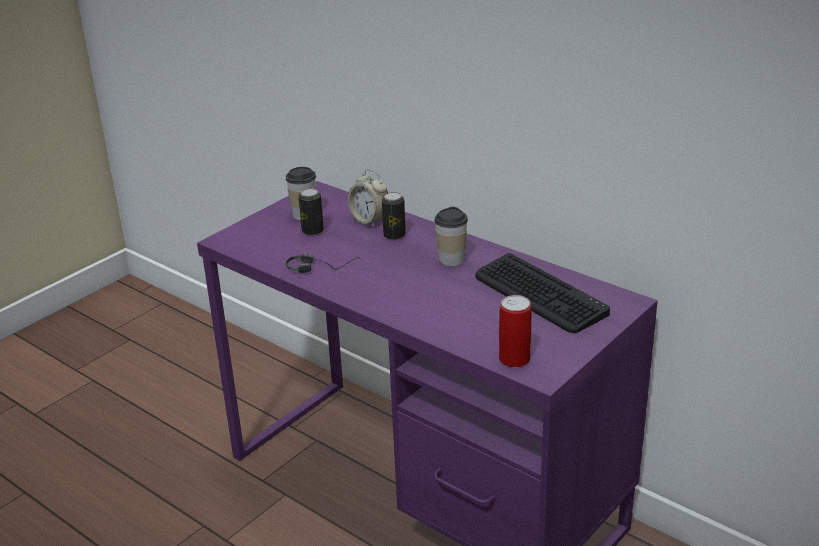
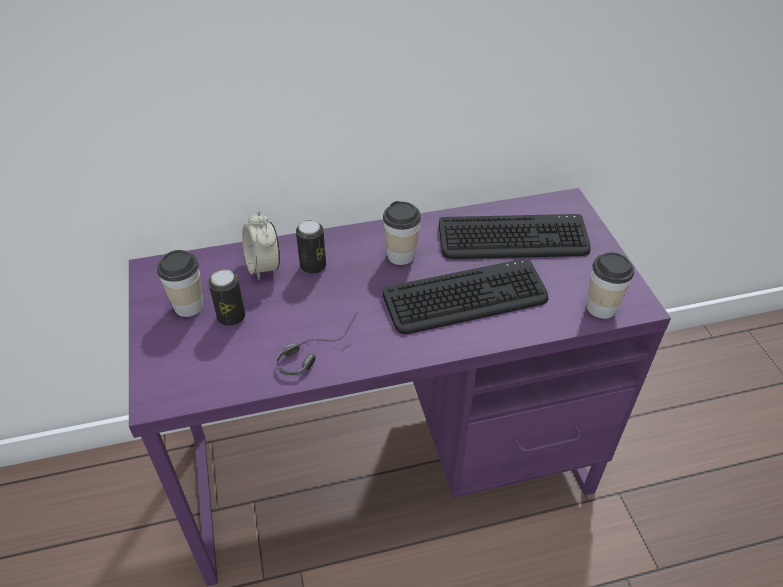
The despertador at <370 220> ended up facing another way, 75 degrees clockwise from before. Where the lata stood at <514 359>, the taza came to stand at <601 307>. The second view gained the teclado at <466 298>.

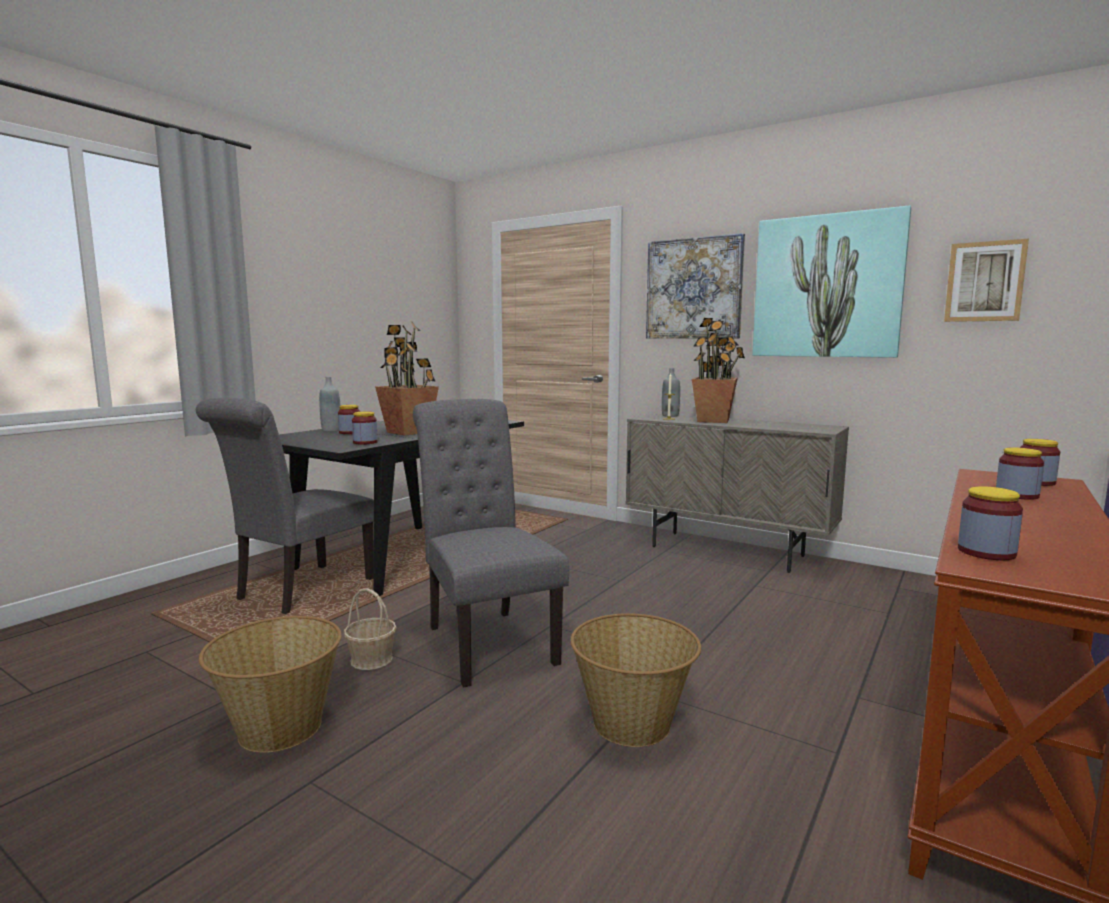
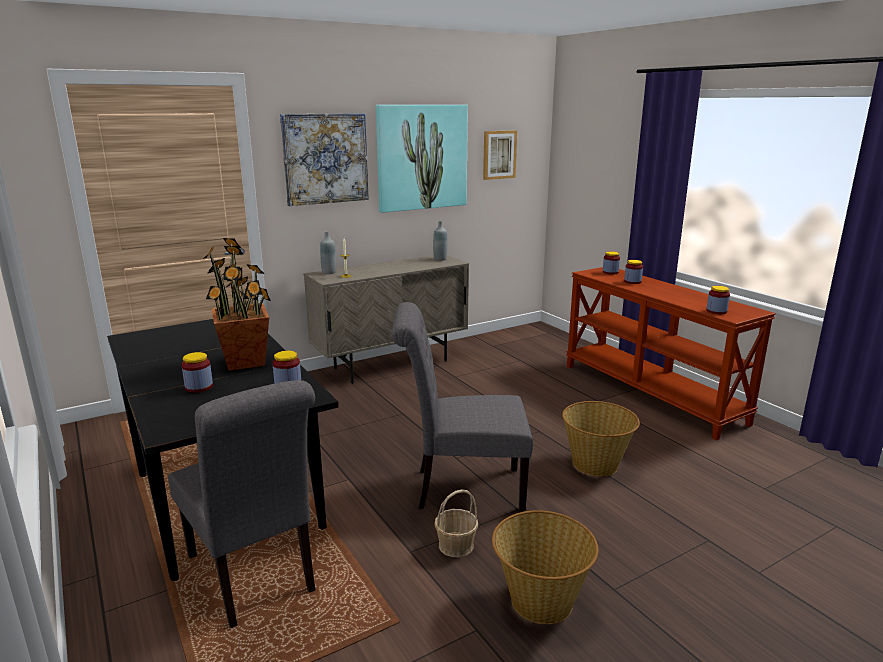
The second view lost the planta en maceta at <714 420>. The botella (gris) ended up elsewhere, having gone from <331 430> to <440 259>.

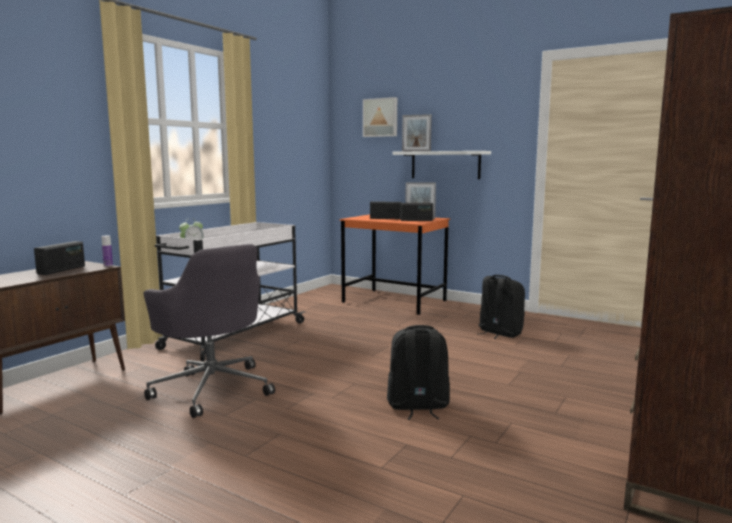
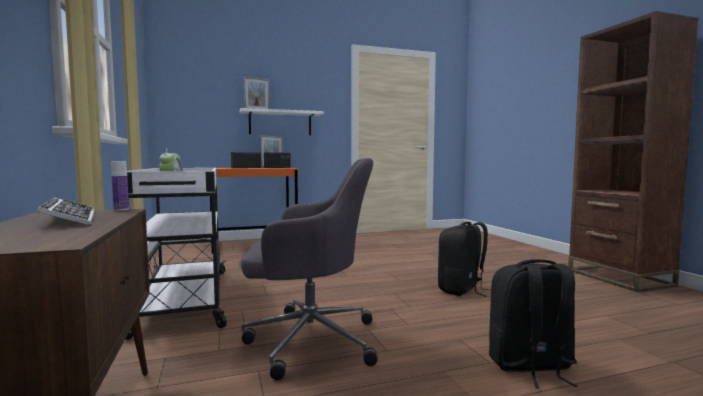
The second view lost the cuadro at <380 117>. Where the radio stood at <62 270>, the teclado came to stand at <69 219>. The mochila (negro) ended up elsewhere, having gone from <499 333> to <530 366>.

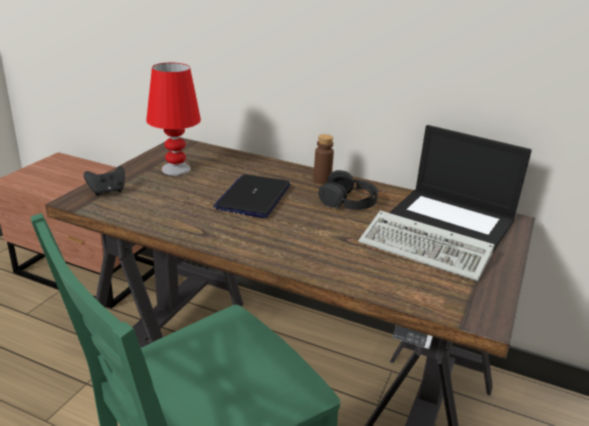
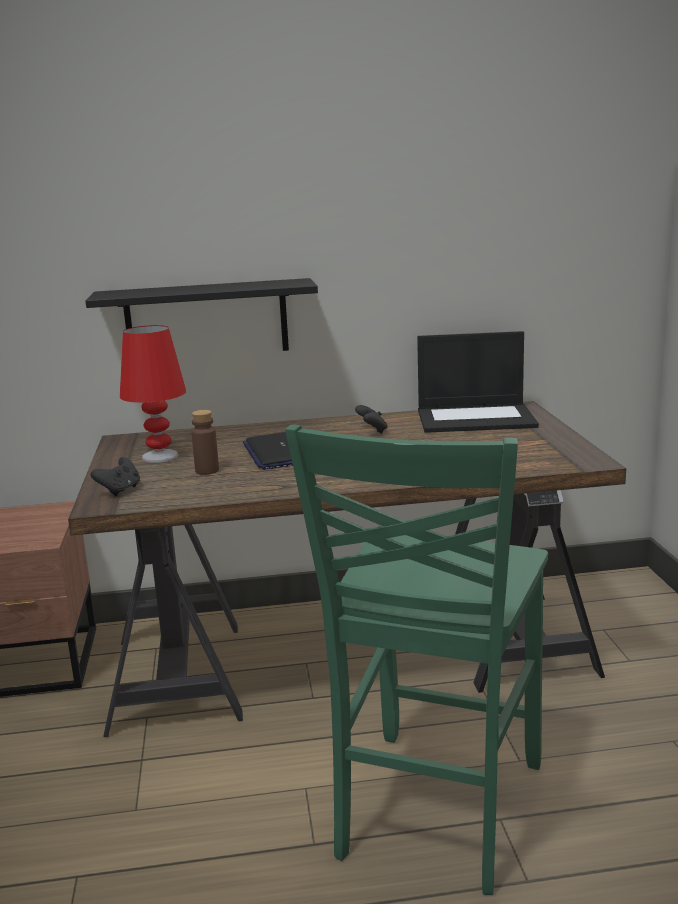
The botella (marrón) ended up elsewhere, having gone from <322 180> to <207 471>. Where the auriculares (negro) stood at <348 200>, the mando de consola (negro) came to stand at <372 431>. The second view lost the teclado at <427 250>. The second view gained the estante (negro) at <206 320>.

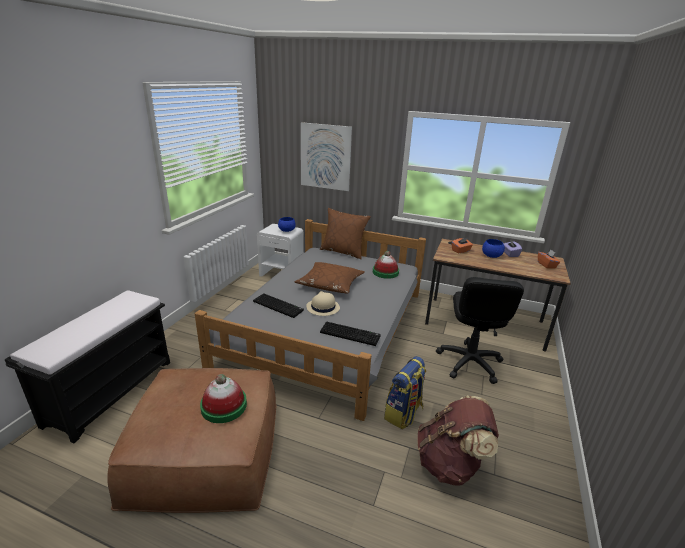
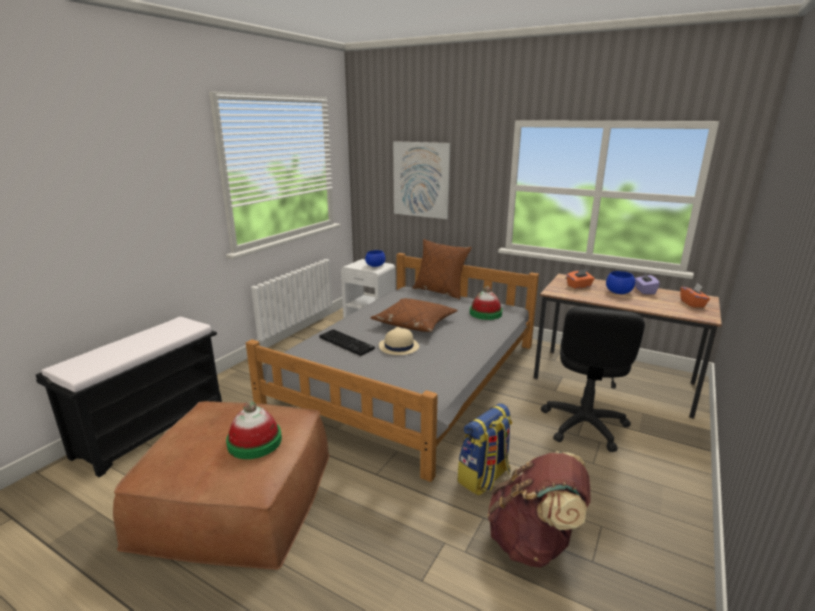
The second view lost the teclado at <351 334>.

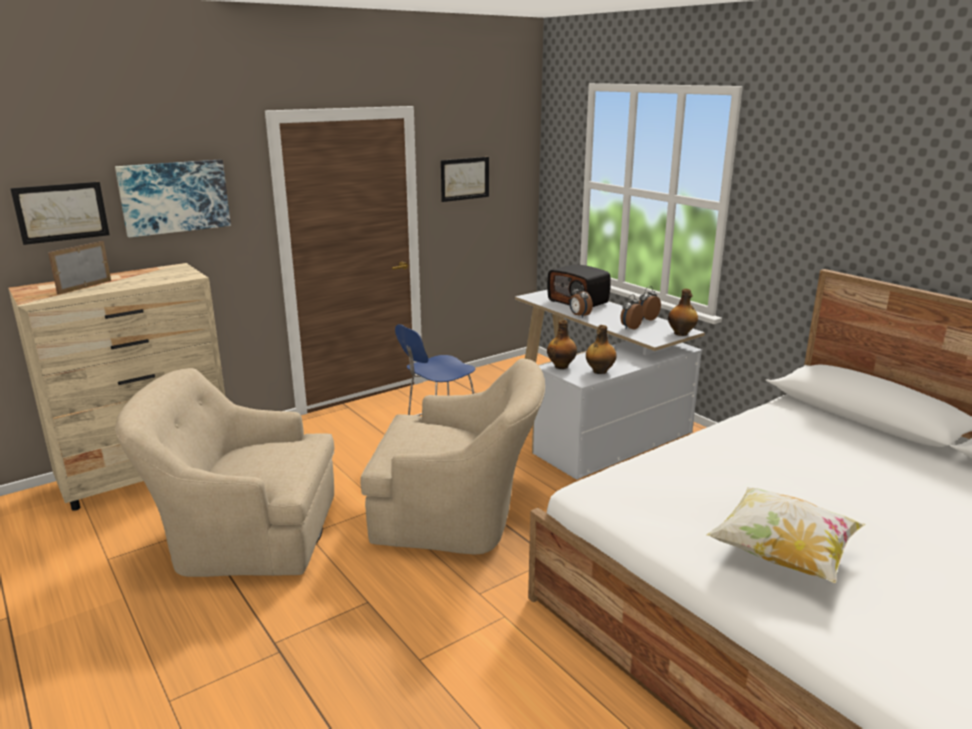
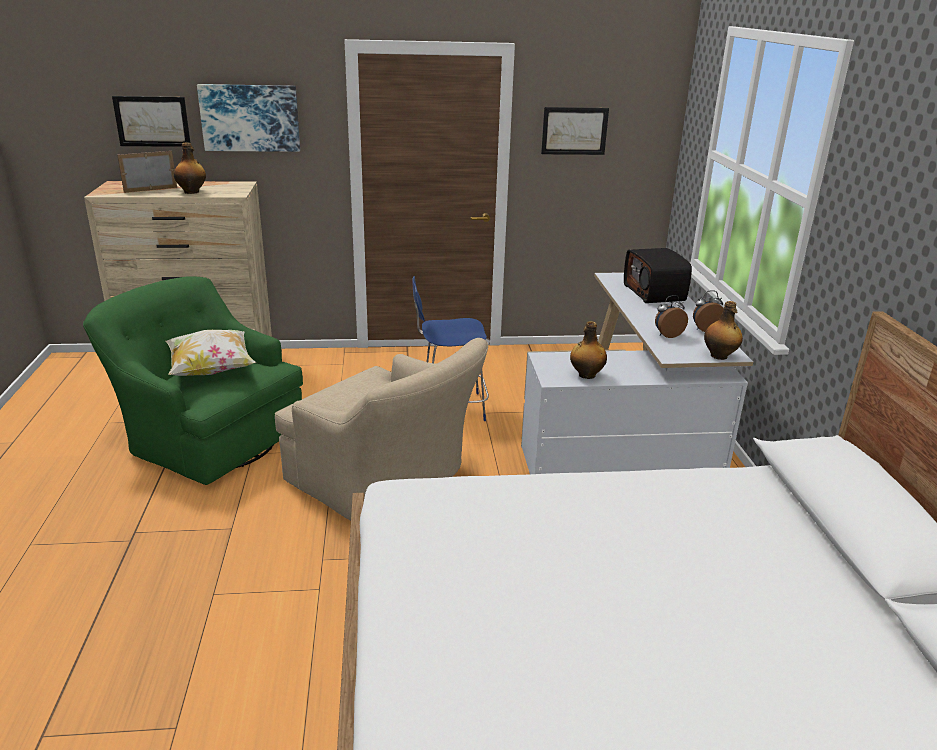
The second view lost the despertador at <579 316>. The botella ended up elsewhere, having gone from <561 366> to <192 192>. What was the sillón (beis) at <243 535> turned into the sillón (verde) at <208 437>. The cojín ended up elsewhere, having gone from <782 555> to <211 370>.

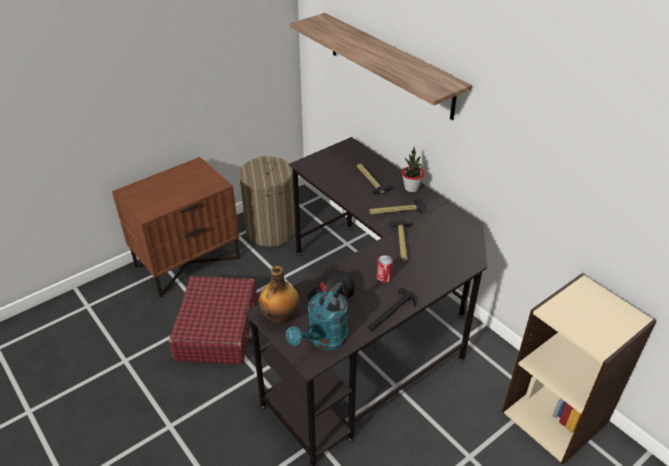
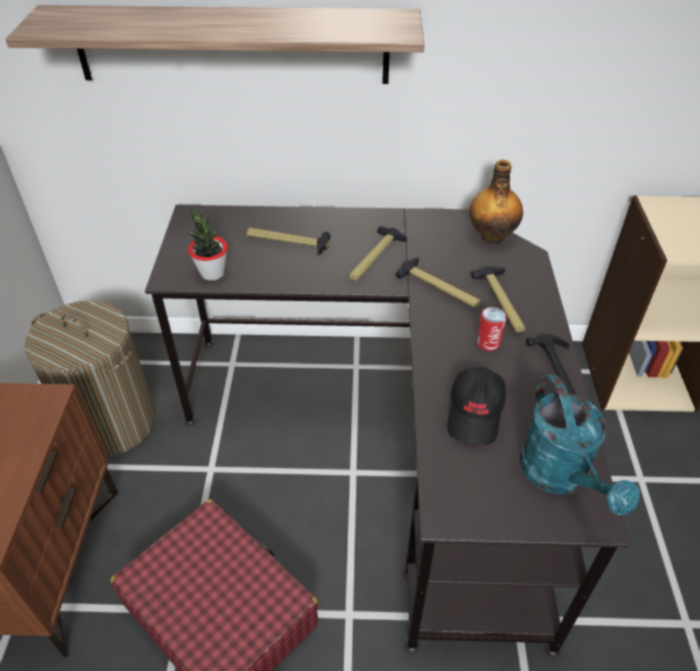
The planta en maceta ended up elsewhere, having gone from <411 188> to <212 273>. The botella ended up elsewhere, having gone from <280 317> to <492 236>. The second view gained the martillo at <501 303>.

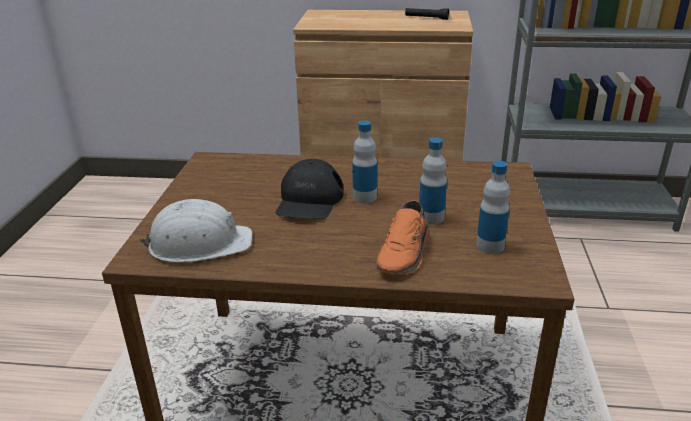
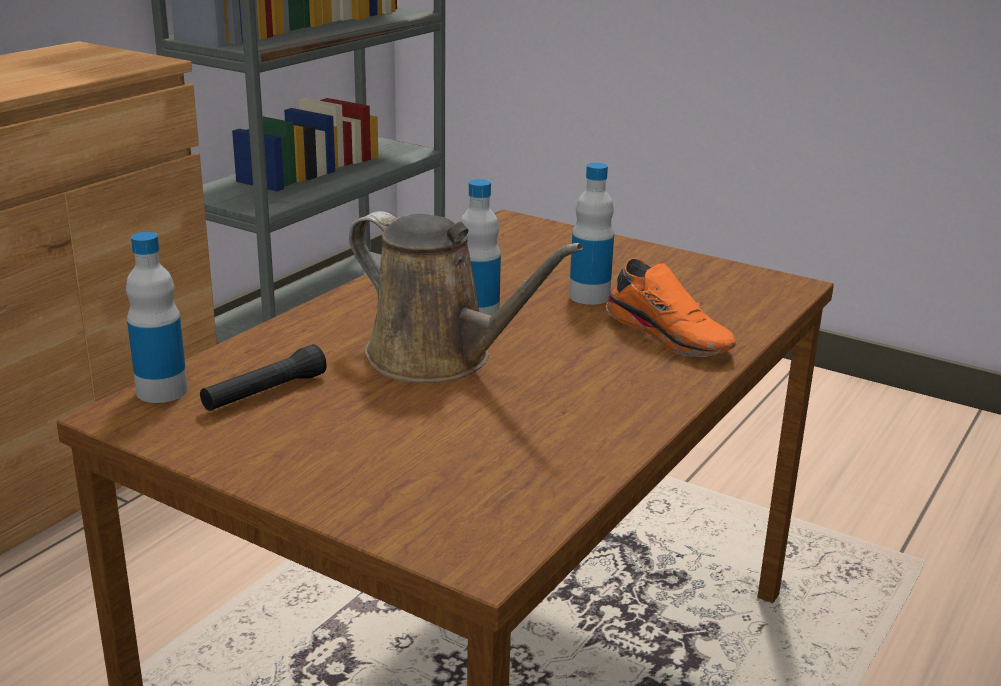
The linterna (negro) ended up elsewhere, having gone from <426 18> to <264 393>. Where the gorra (negro) stood at <309 200>, the regadera (marrón) came to stand at <438 359>. The botella ended up elsewhere, having gone from <490 246> to <162 391>. The second view lost the casco (blanco) at <199 244>.

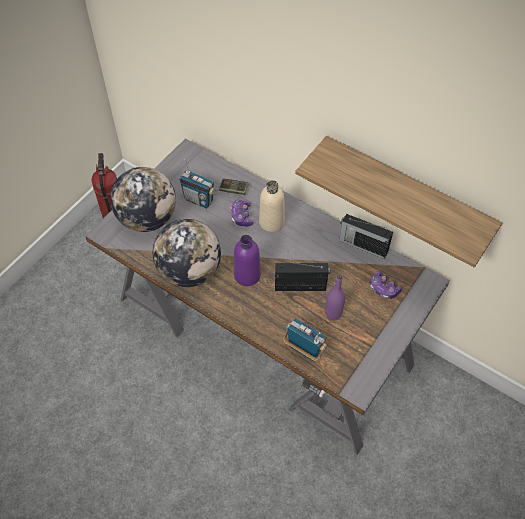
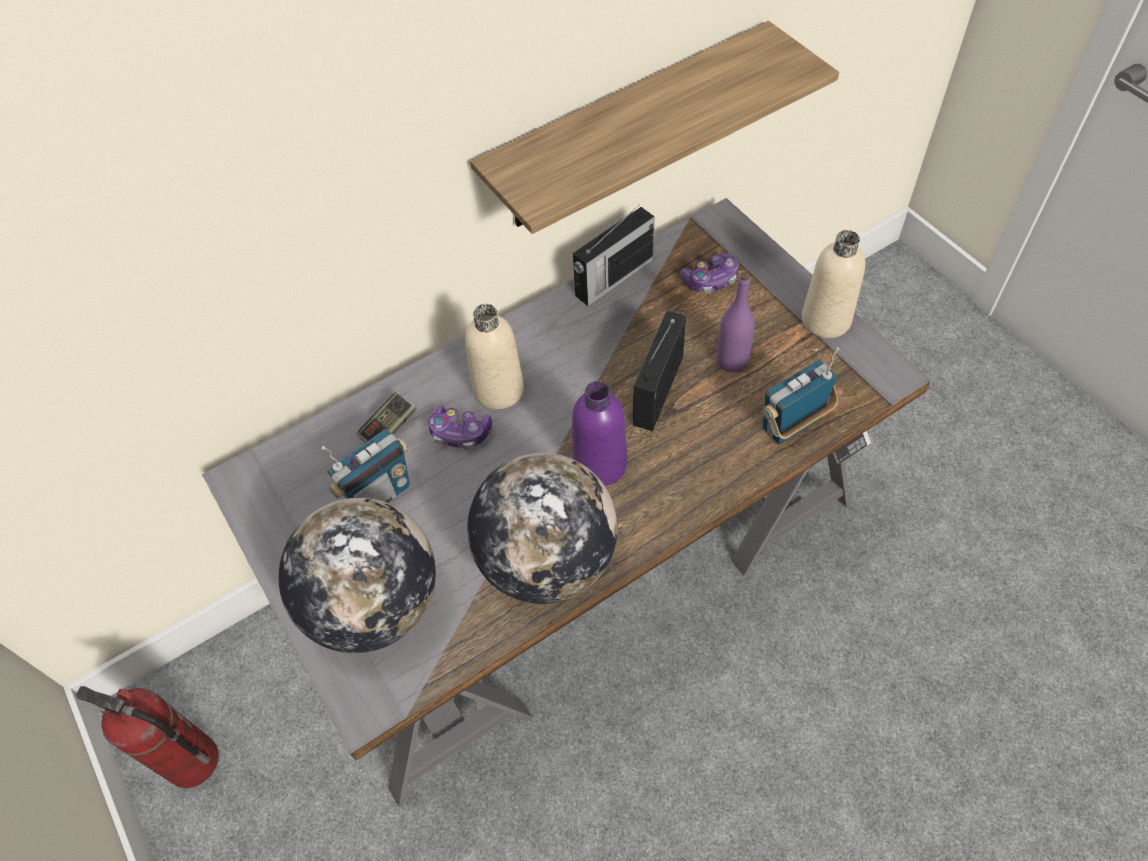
The second view gained the botella (beis) at <826 320>.

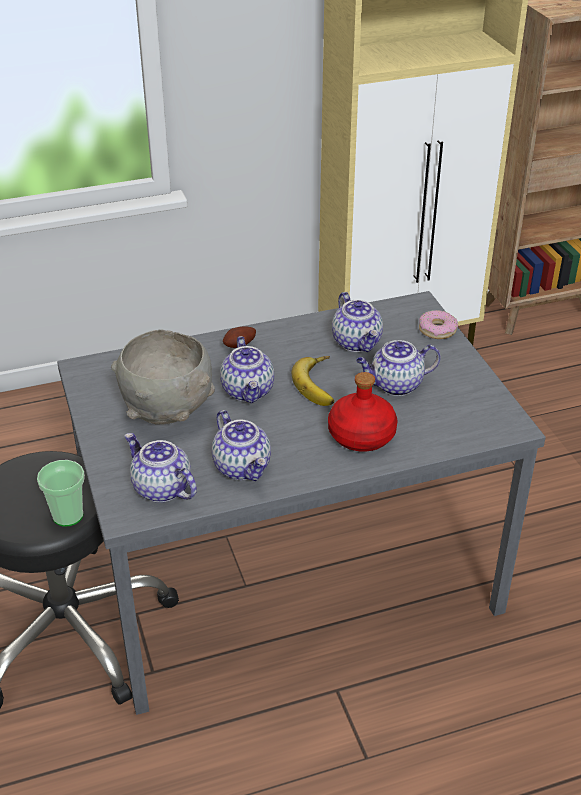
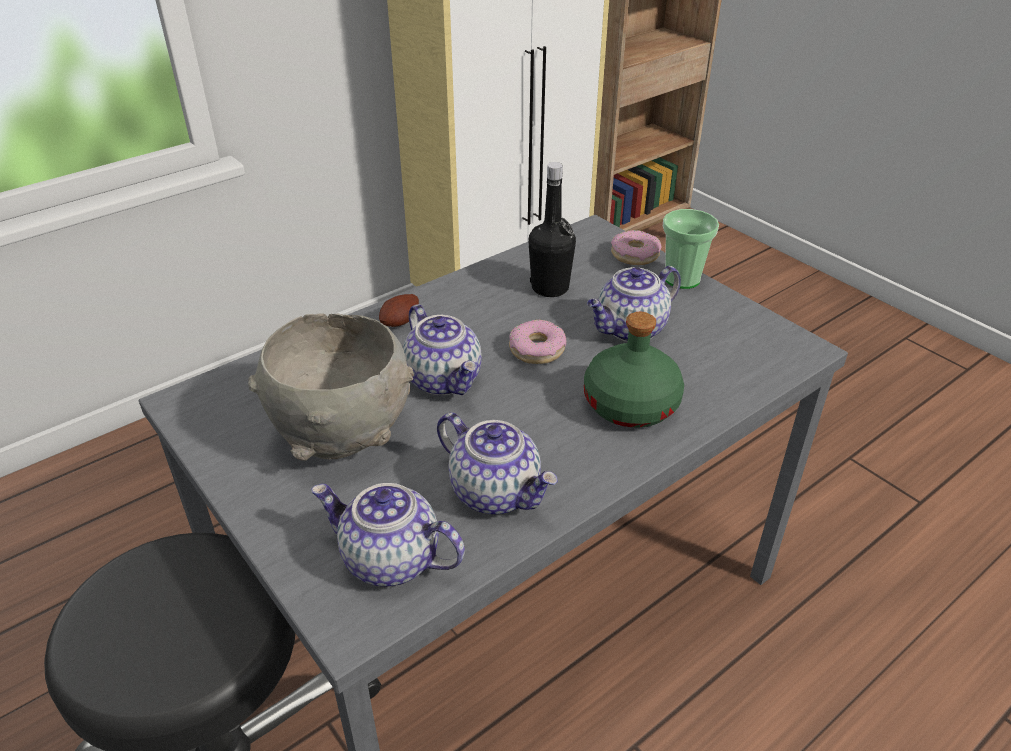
Where the tetera stood at <357 342>, the botella (negro) came to stand at <550 288>. Where the plátano stood at <321 384>, the rosquilla came to stand at <536 349>. What was the botella (rojo) at <362 435> turned into the botella (verde) at <632 404>. The taza ended up elsewhere, having gone from <68 515> to <682 279>.

